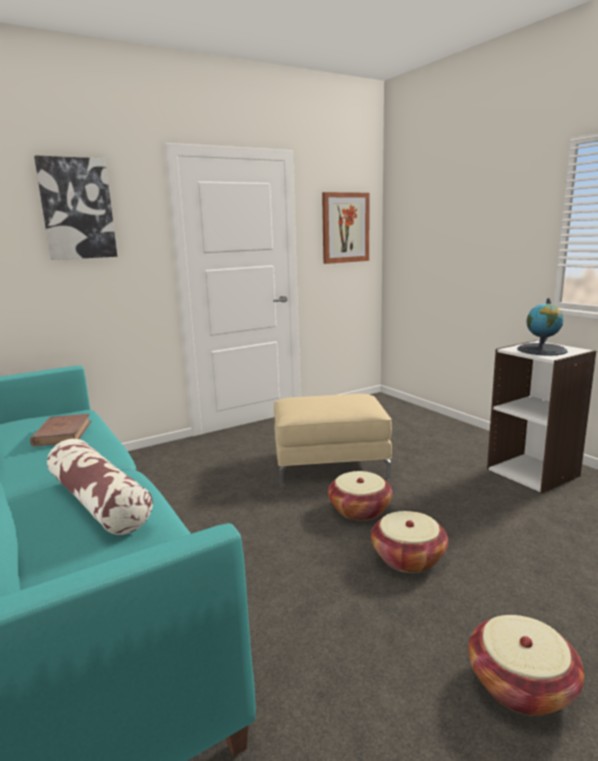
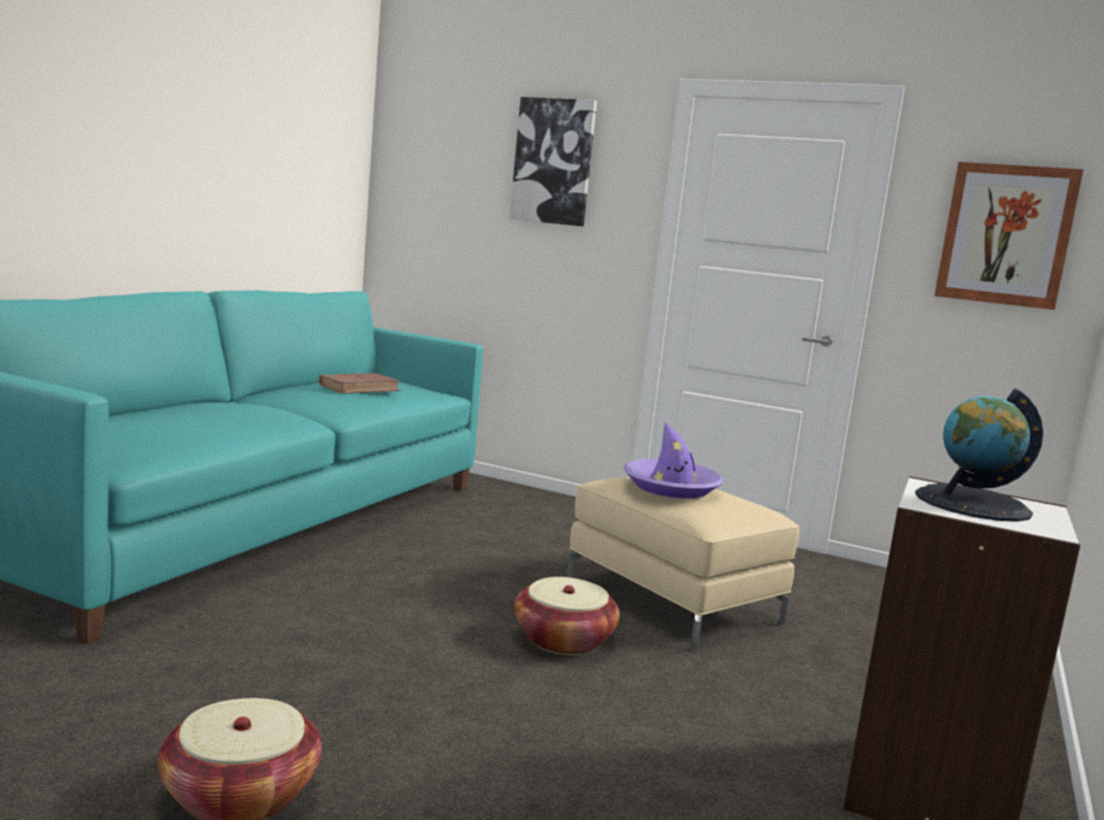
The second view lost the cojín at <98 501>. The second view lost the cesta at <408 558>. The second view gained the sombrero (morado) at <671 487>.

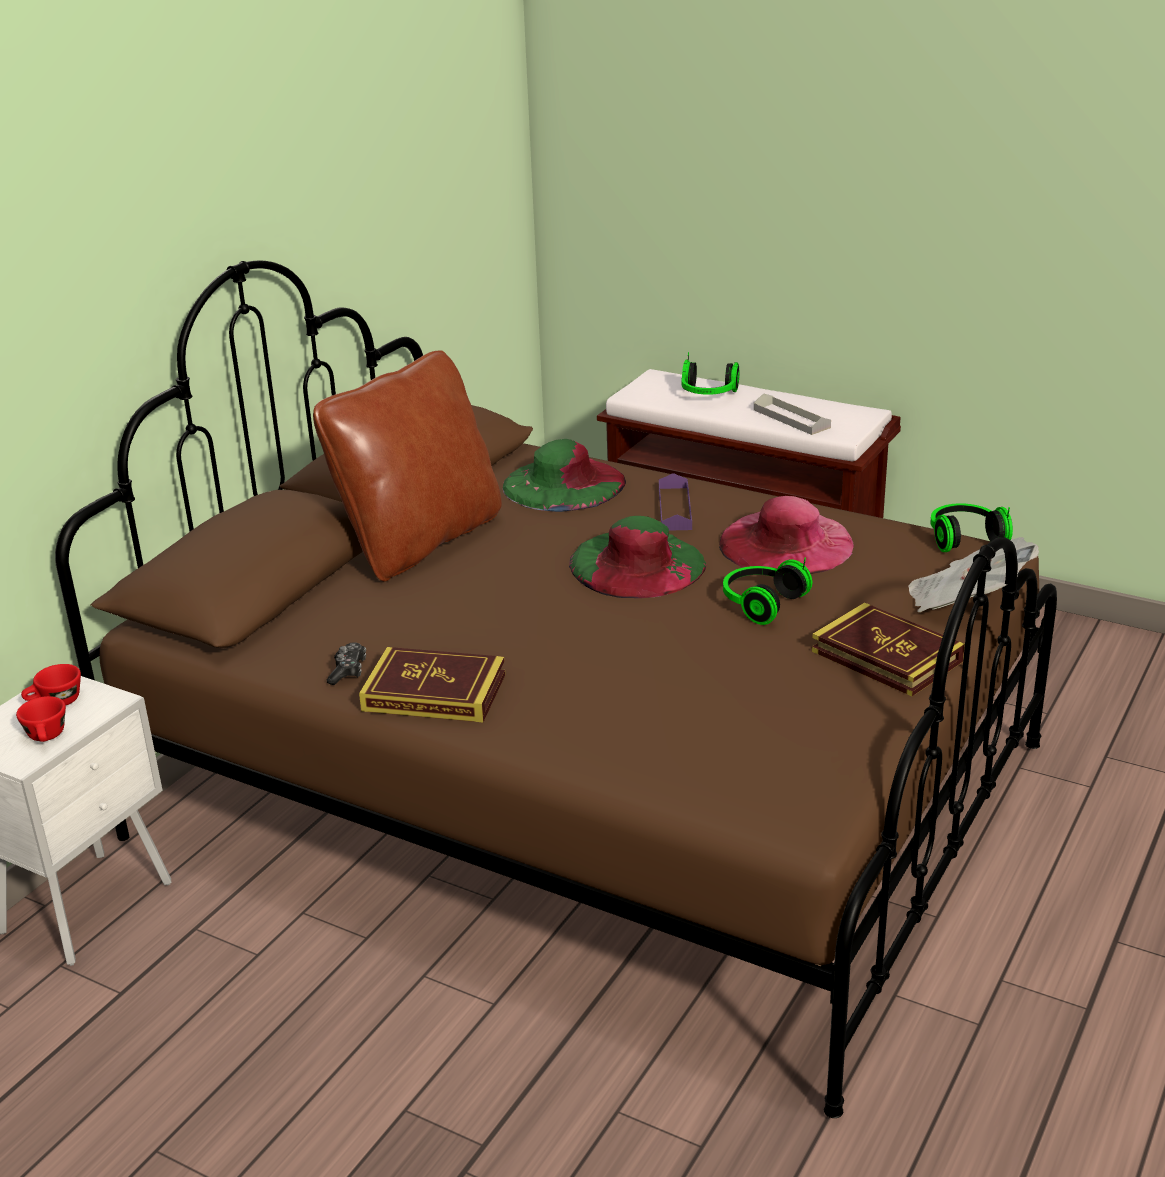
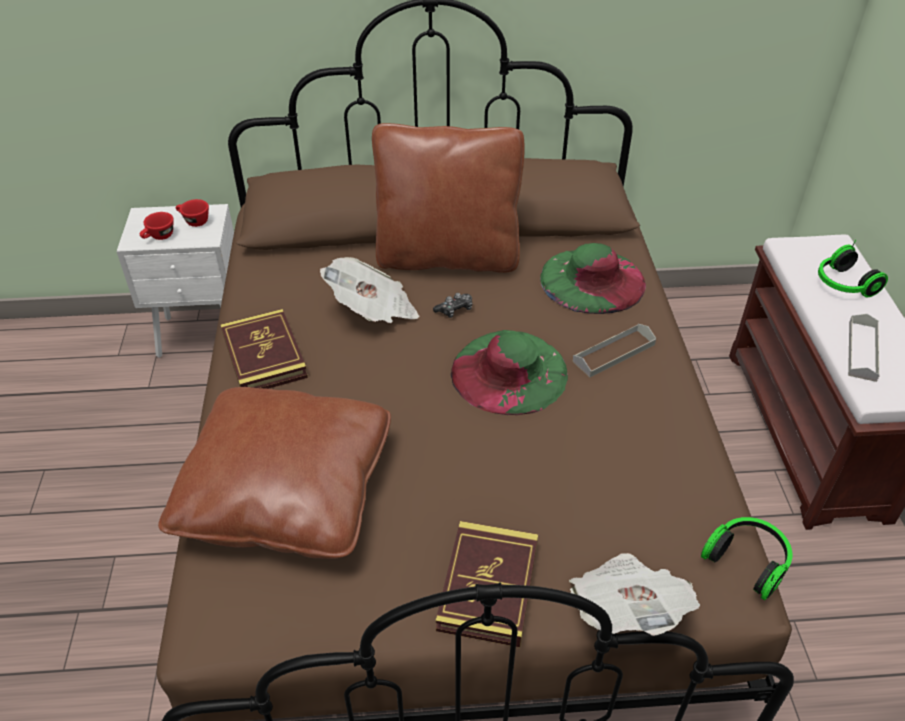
What was the bandeja (morado) at <674 508> turned into the bandeja (gris) at <614 353>. The second view lost the sombrero (rosa) at <786 543>. The second view lost the auriculares at <760 604>. The mando de consola ended up elsewhere, having gone from <348 671> to <455 310>. The second view gained the periódico at <373 310>. The second view gained the cojín (marrón) at <286 492>.

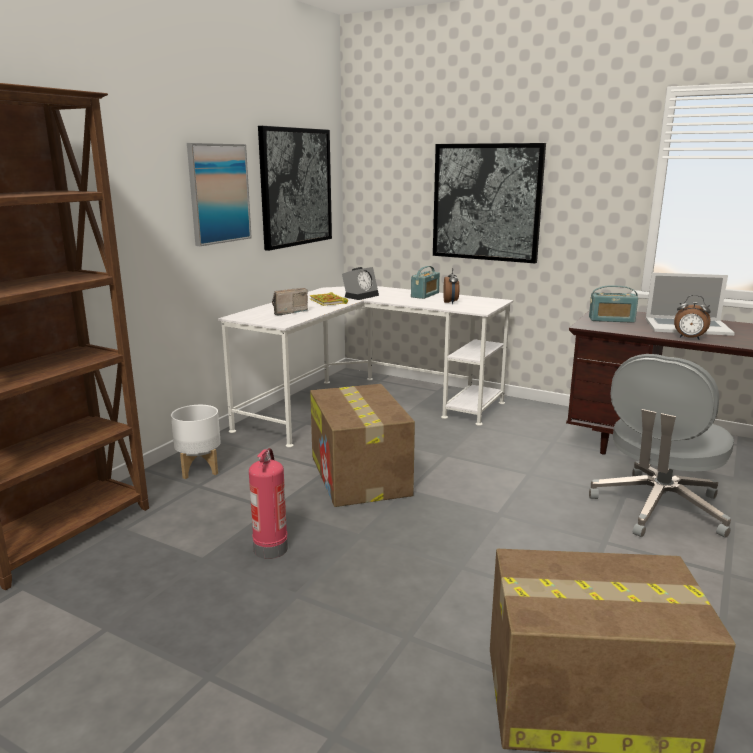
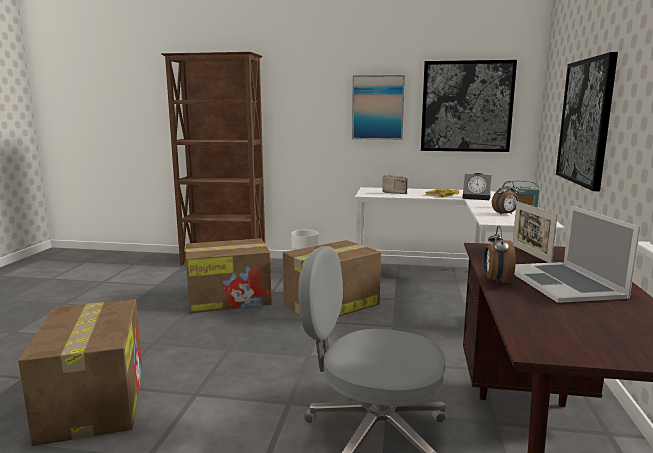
Where the radio stood at <611 320>, the portarretratos came to stand at <531 254>. Where the extintor stood at <270 547>, the caja de cartón came to stand at <230 299>.

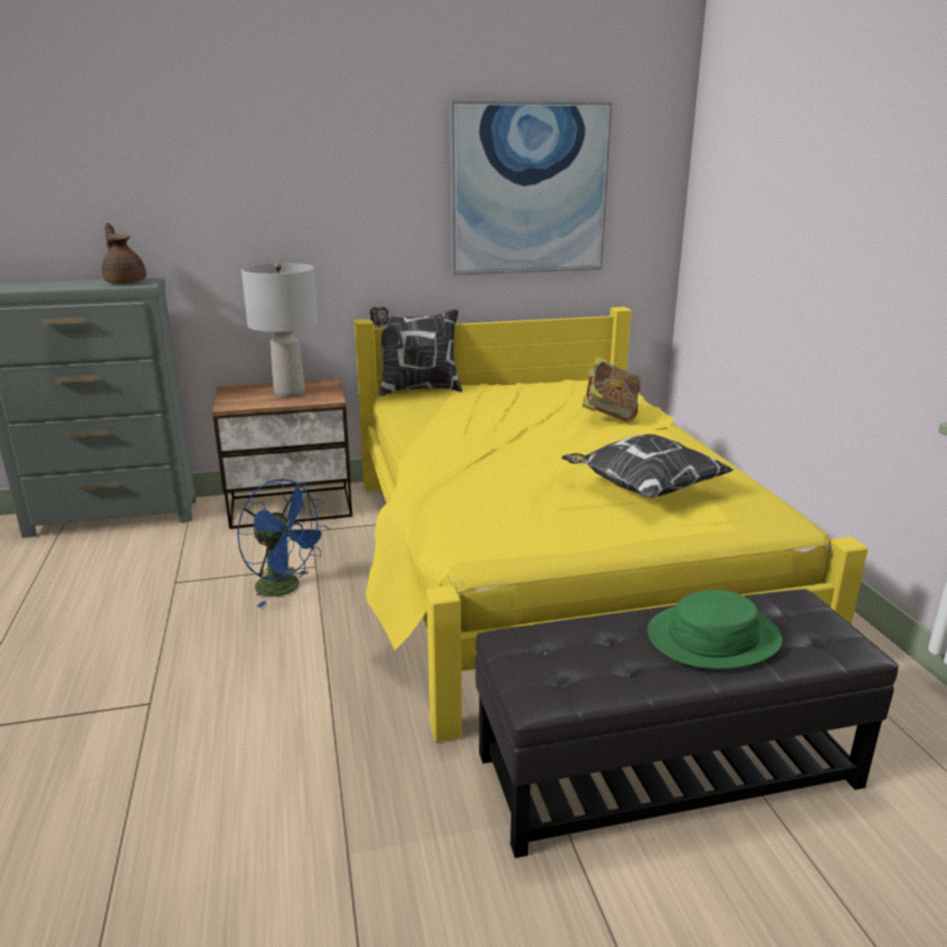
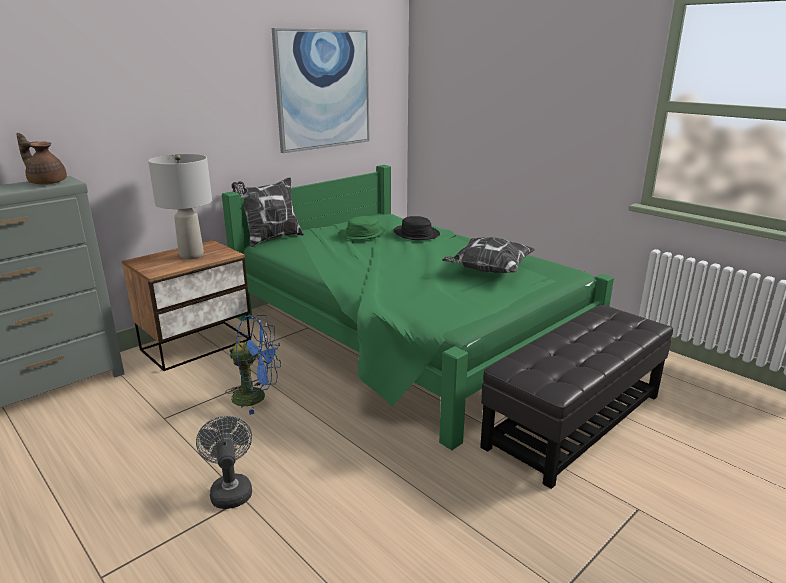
What was the cama (amarillo) at <549 562> turned into the cama (verde) at <408 334>. Where the libro stood at <609 414>, the sombrero (negro) came to stand at <416 233>. The sombrero (verde) ended up elsewhere, having gone from <713 637> to <362 233>. The second view gained the ventilador (gris) at <230 490>.

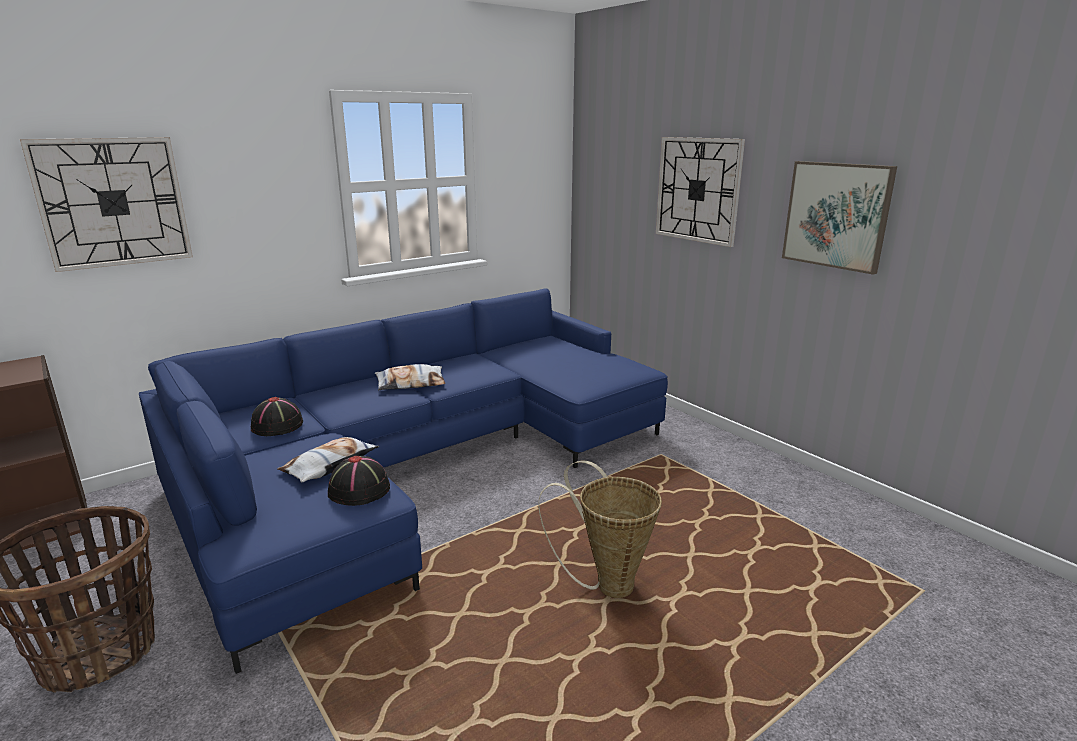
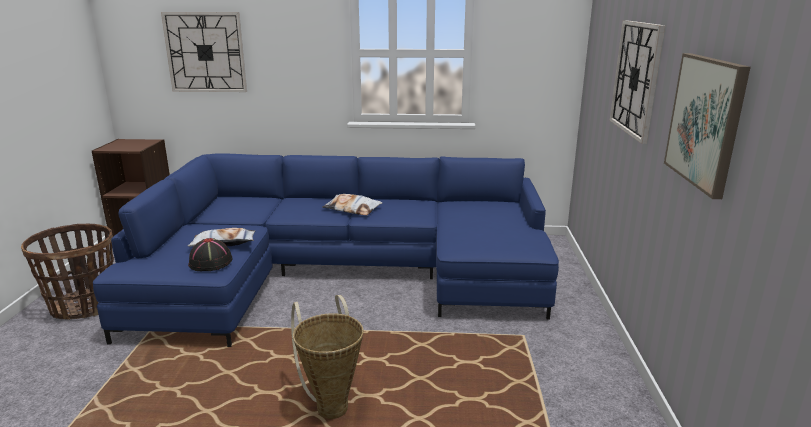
The second view lost the sombrero (negro) at <277 426>.

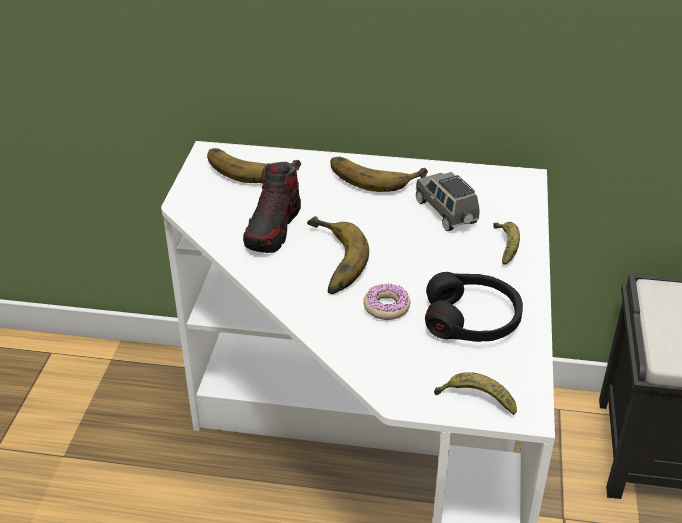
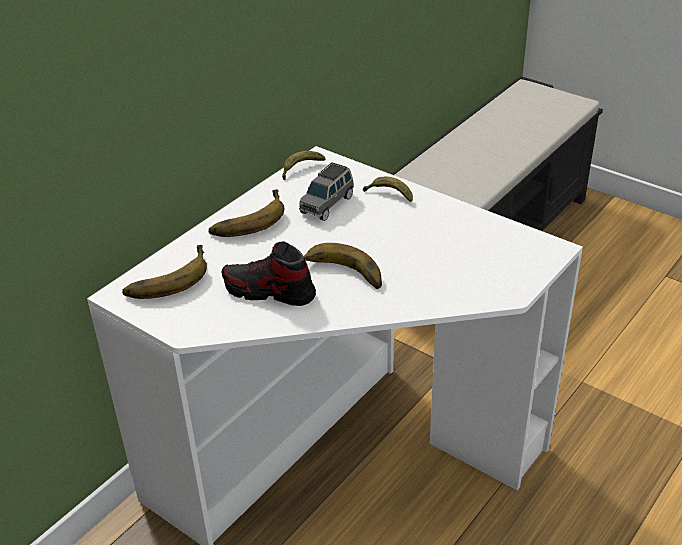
The zapato at <273 228> ended up facing another way, 150 degrees clockwise from before. The coche de juguete (gris) at <446 213> ended up facing another way, 60 degrees counterclockwise from before. The second view lost the auriculares (negro) at <472 319>. The second view lost the rosquilla at <386 307>. The plátano ended up elsewhere, having gone from <476 399> to <300 169>.

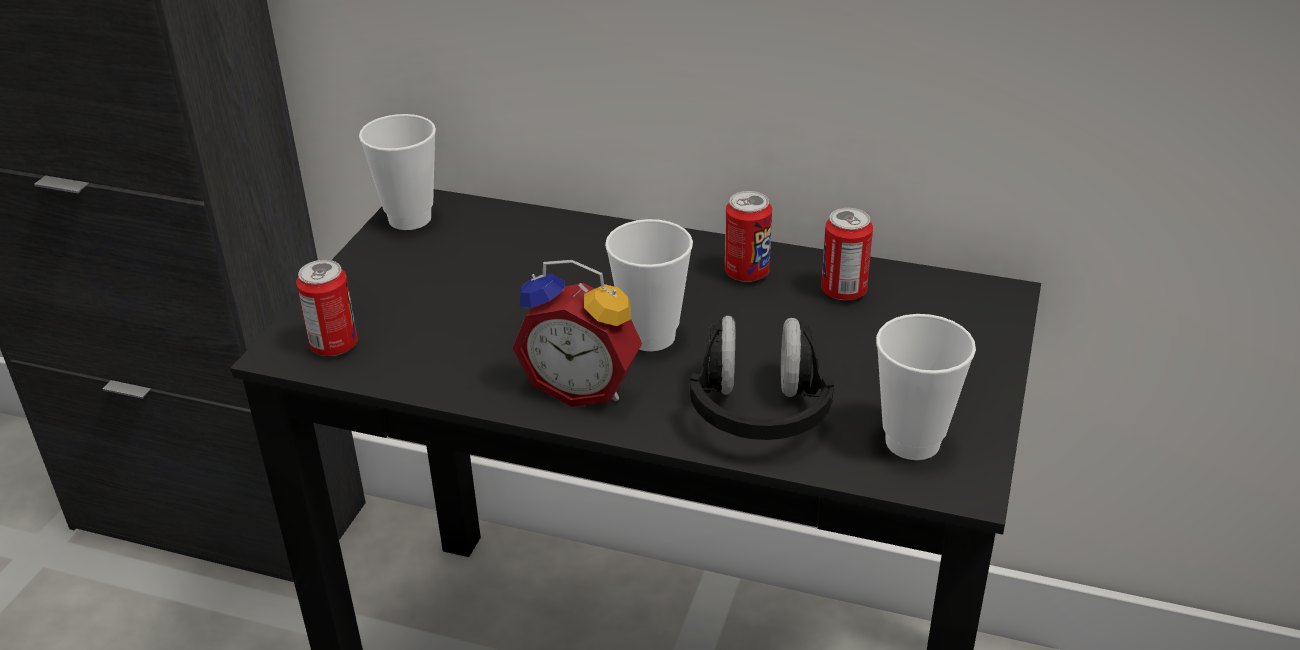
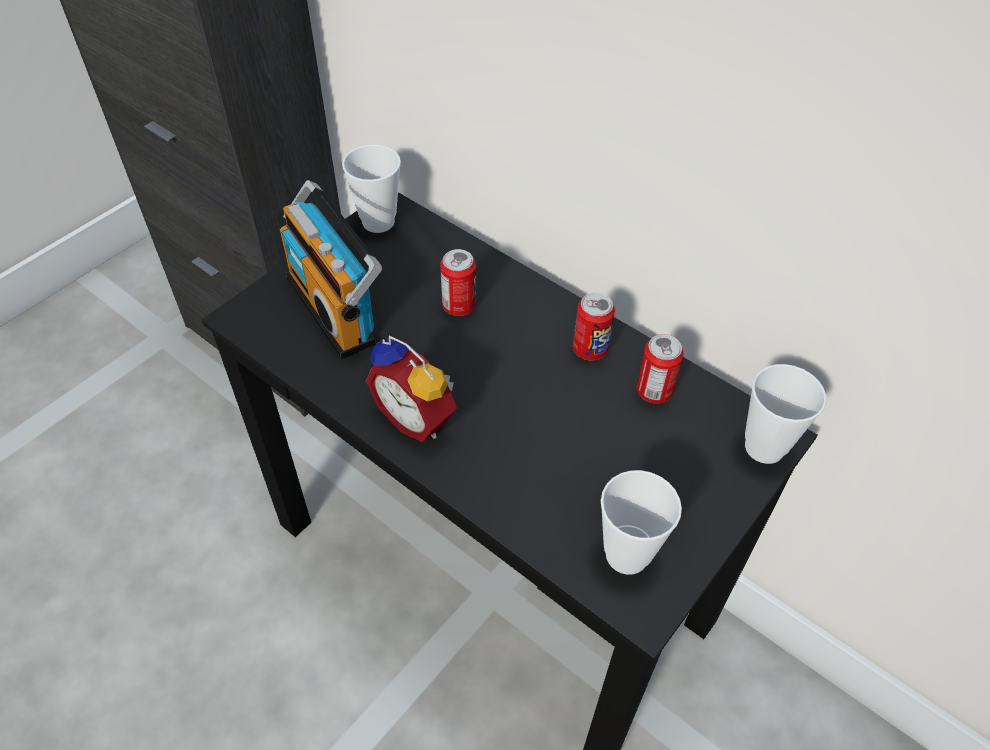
The taza ended up elsewhere, having gone from <651 336> to <764 447>. The lata ended up elsewhere, having gone from <334 346> to <459 306>. The second view lost the auriculares (negro) at <759 411>. The second view gained the radio at <336 308>.

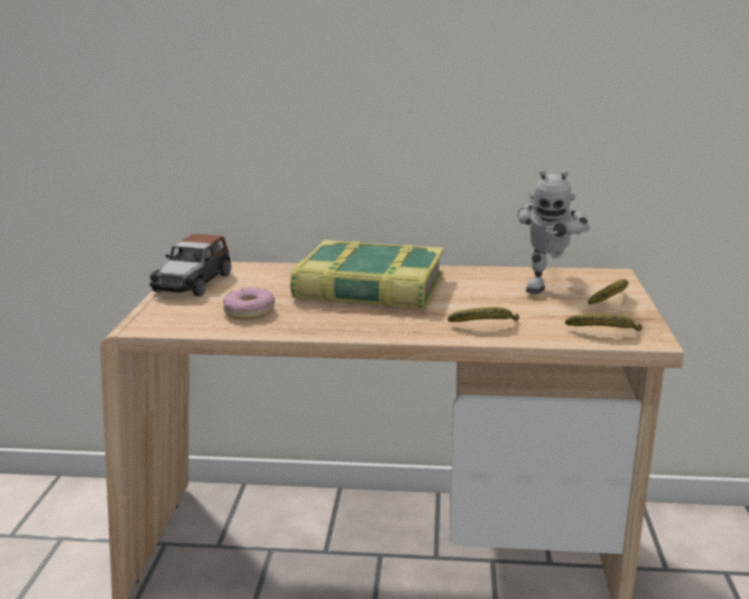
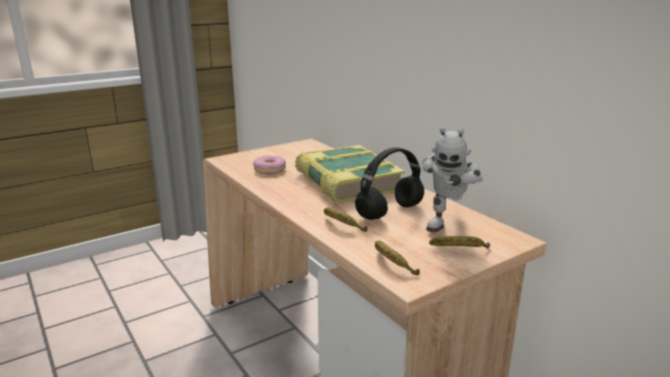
The robot de juguete at <546 285> ended up facing another way, 45 degrees counterclockwise from before. The second view lost the coche de juguete at <194 283>. The second view gained the auriculares (negro) at <389 212>.

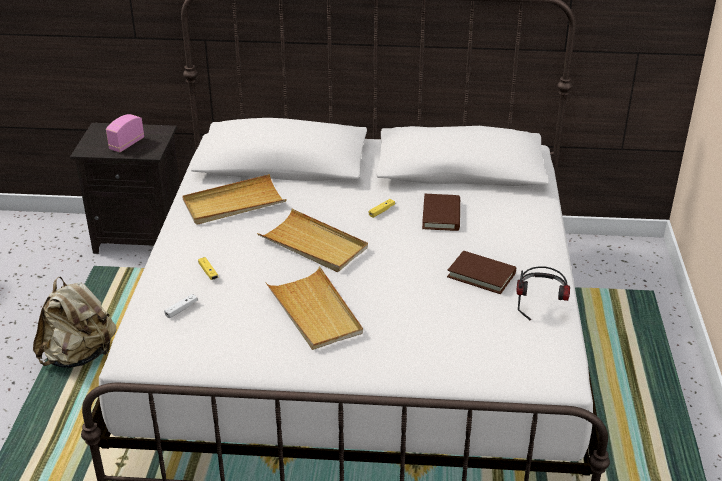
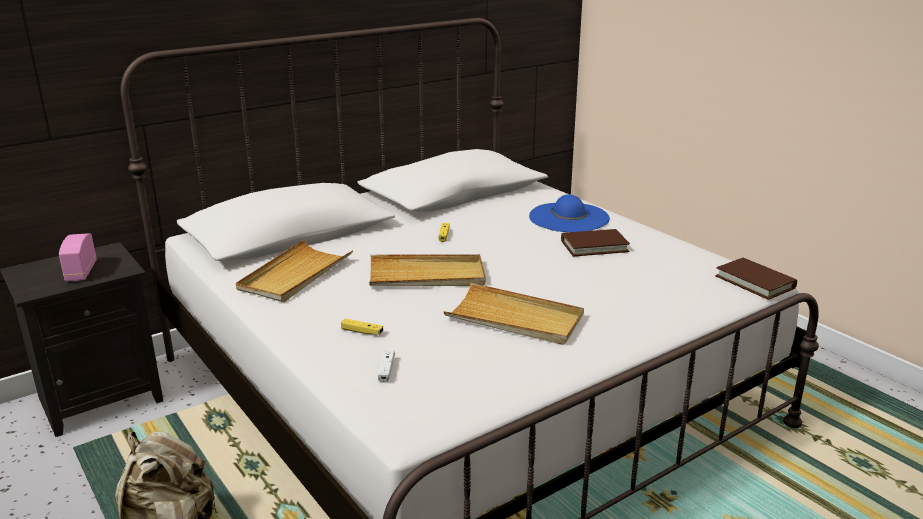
The libro (marrón) ended up elsewhere, having gone from <441 215> to <755 282>. The second view lost the auriculares at <540 307>. The second view gained the sombrero (azul) at <569 217>.

